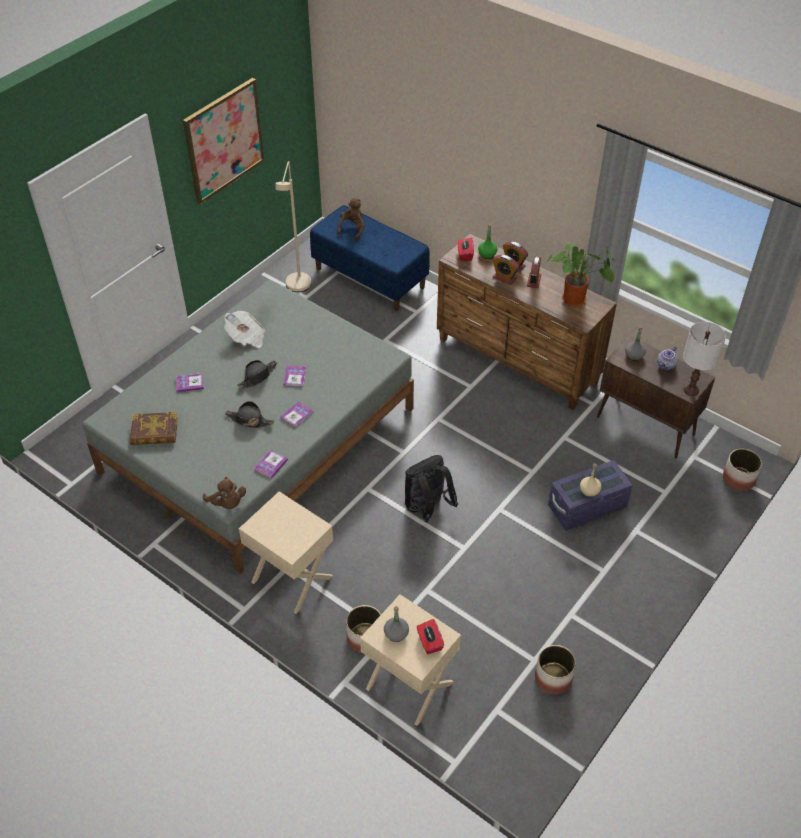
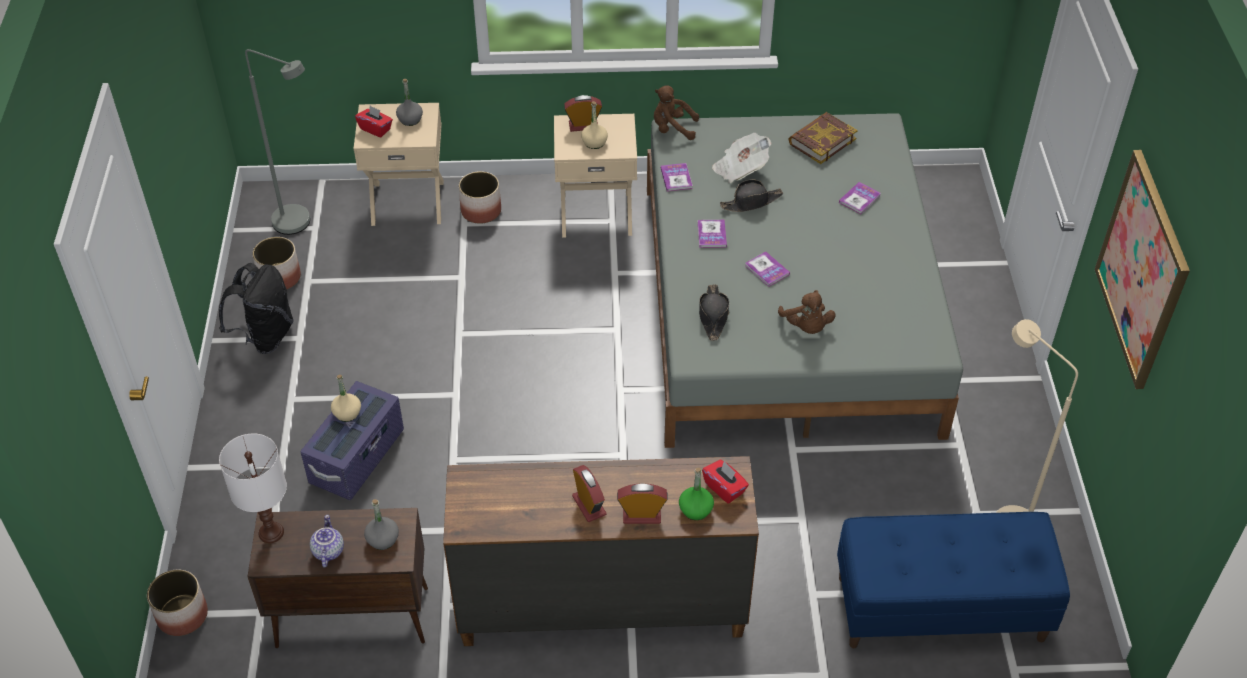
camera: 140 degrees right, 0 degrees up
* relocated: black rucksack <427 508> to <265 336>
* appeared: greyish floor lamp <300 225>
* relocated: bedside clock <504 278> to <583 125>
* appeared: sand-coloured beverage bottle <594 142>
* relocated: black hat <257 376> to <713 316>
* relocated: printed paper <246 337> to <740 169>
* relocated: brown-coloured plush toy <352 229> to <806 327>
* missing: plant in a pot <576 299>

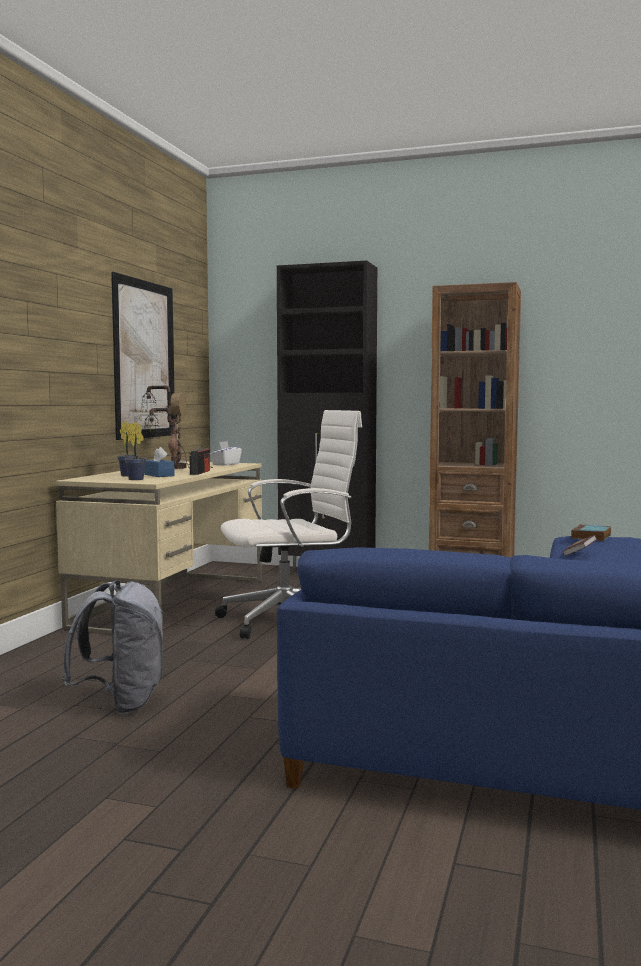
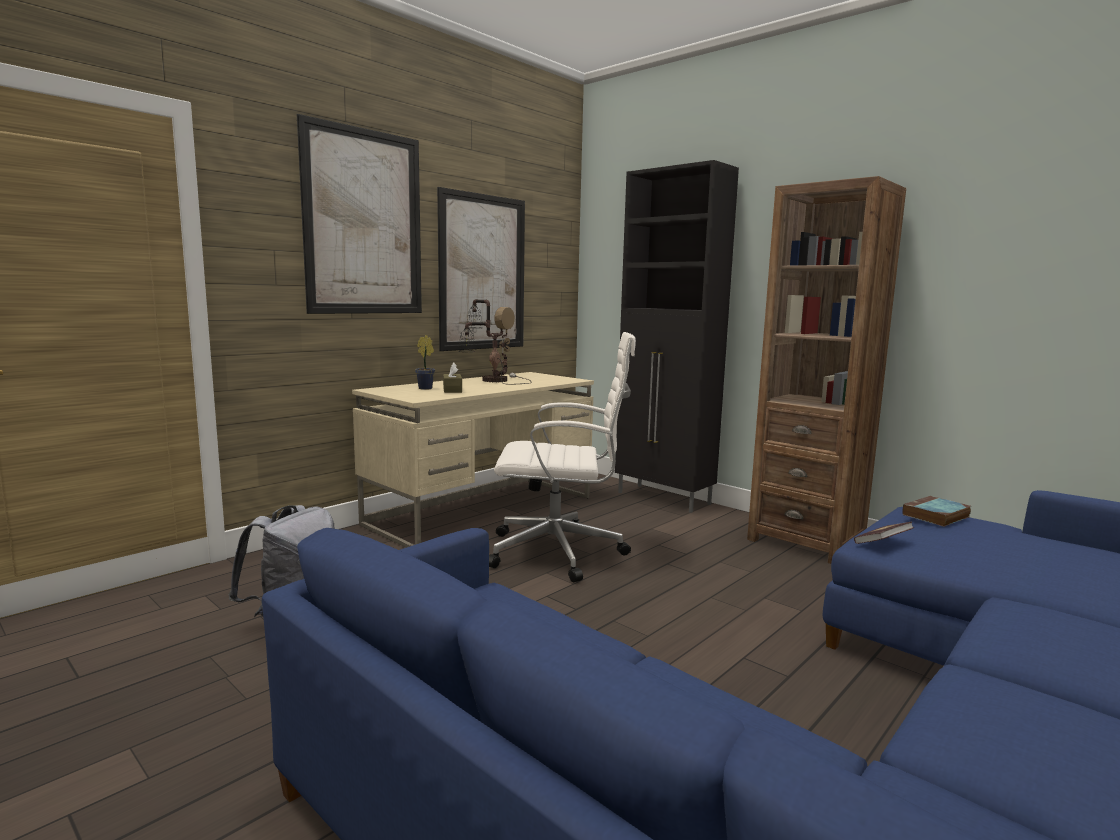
camera: 25 degrees right, 5 degrees up
* appeared: wall art <364 223>
* colour: blue box of tissues <159 475> to brown-coloured box of tissues <452 390>
* missing: plant in a pot <137 479>
* missing: radio <200 472>
* missing: white box of tissues <225 464>

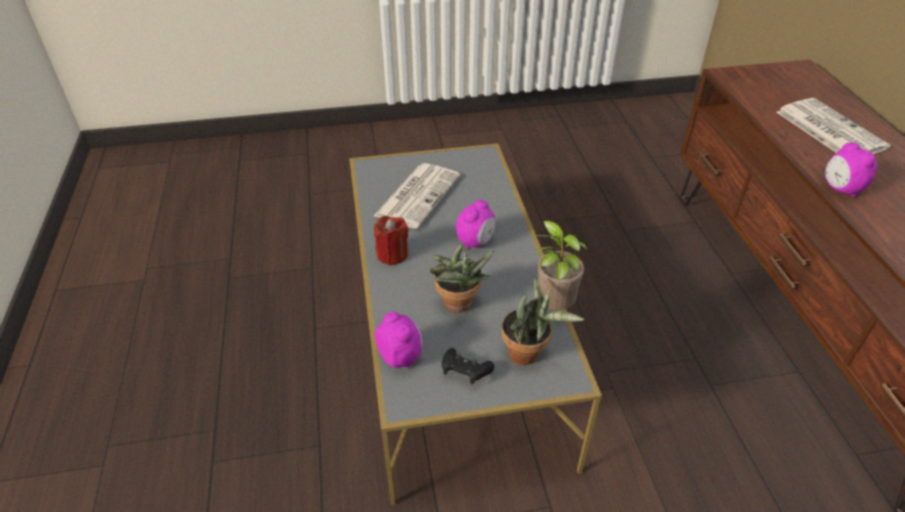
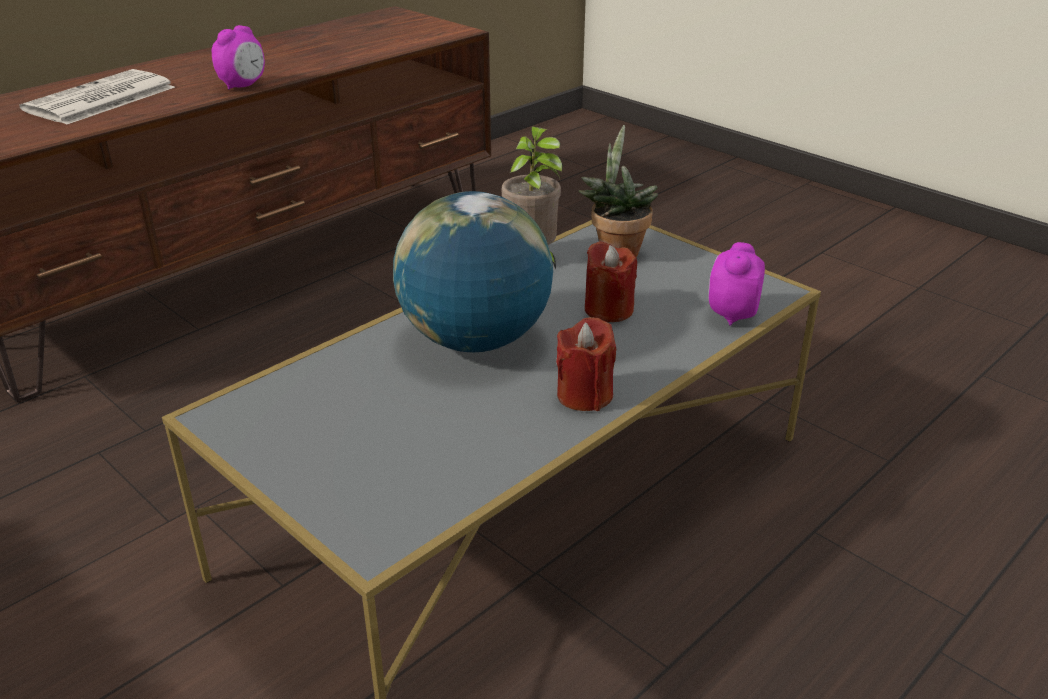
camera: 125 degrees left, 10 degrees down
* exchanged: bedside clock <476 242> to world globe <475 340>
* exchanged: plant in a pot <458 306> to red candle <608 310>
* missing: printed paper <418 195>
* missing: black game controller <465 372>

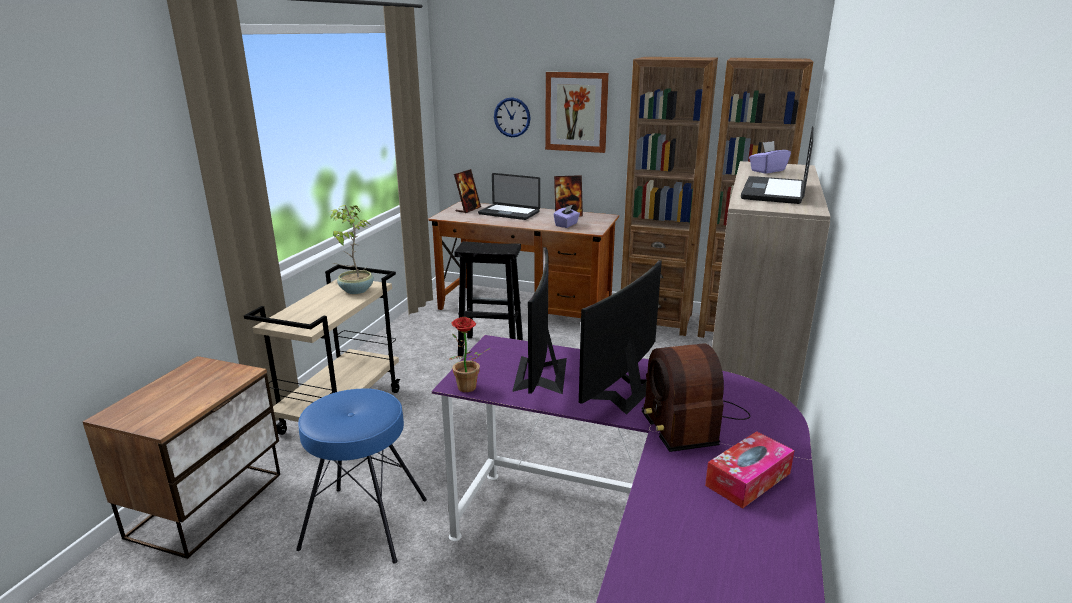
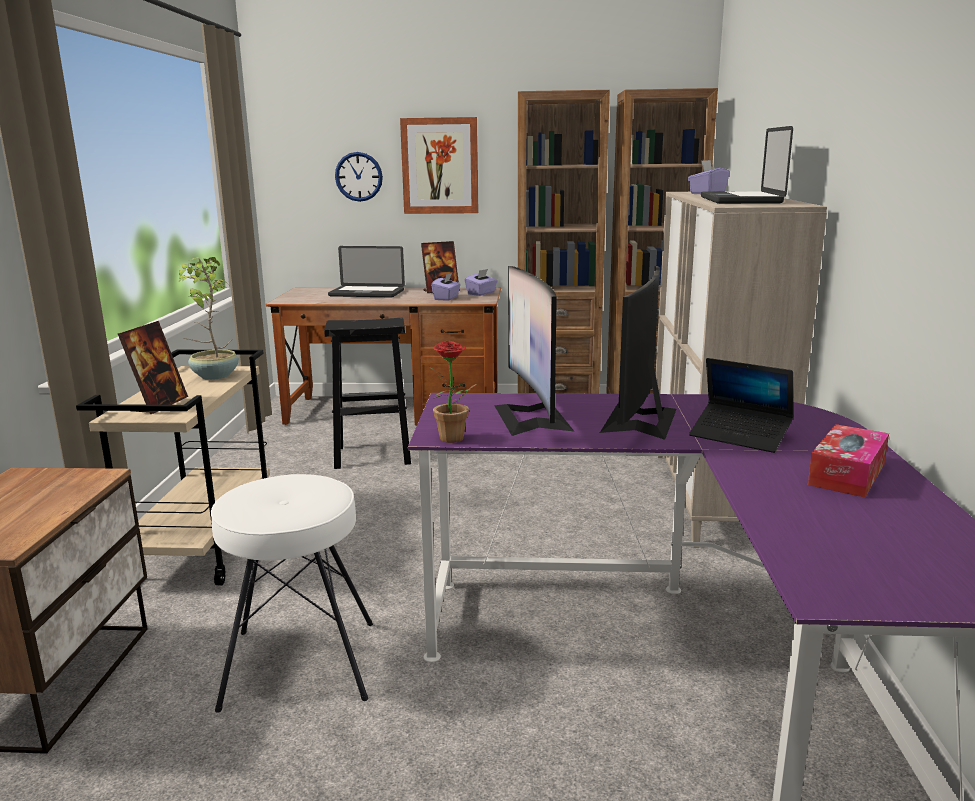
camera: 15 degrees left, 5 degrees down
* relocated: picture frame <468 209> to <159 405>
* colour: blue sitting stool <365 522> to white sitting stool <300 663>
* appeared: purplish box of tissues <481 293>
* exchanged: radio <690 420> to portable computer <740 436>

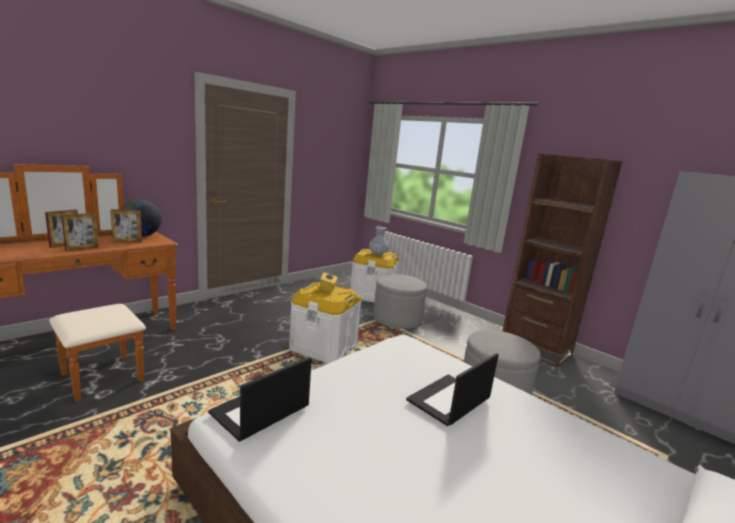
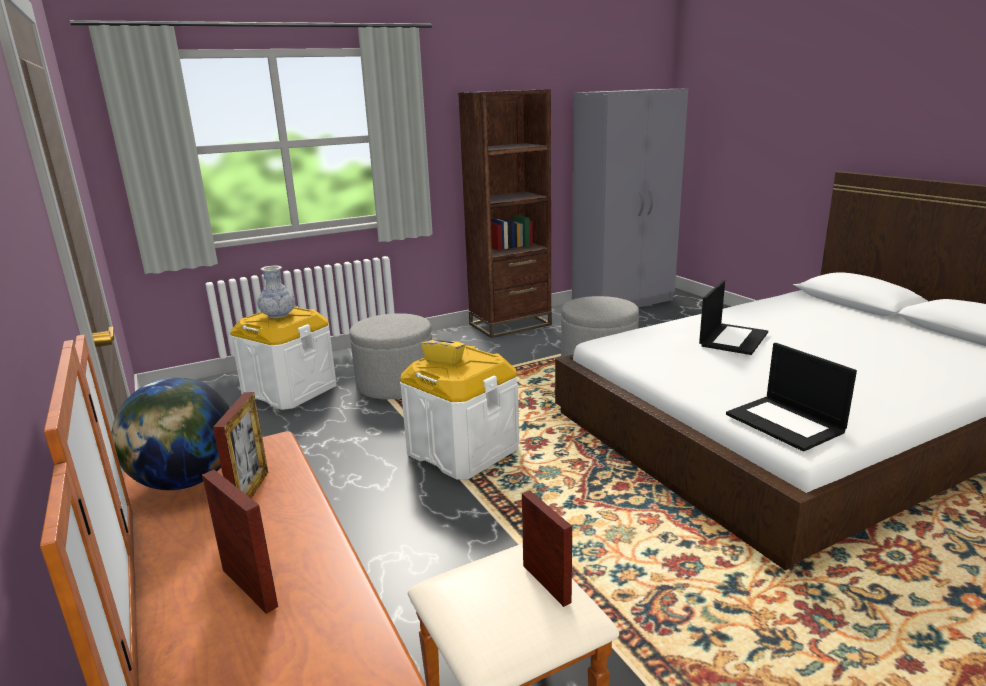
camera: 70 degrees left, 5 degrees up
* relocated: picture frame <82 249> to <546 583>
* spun: portable computer <449 400> = <733 339> 120 degrees counterclockwise

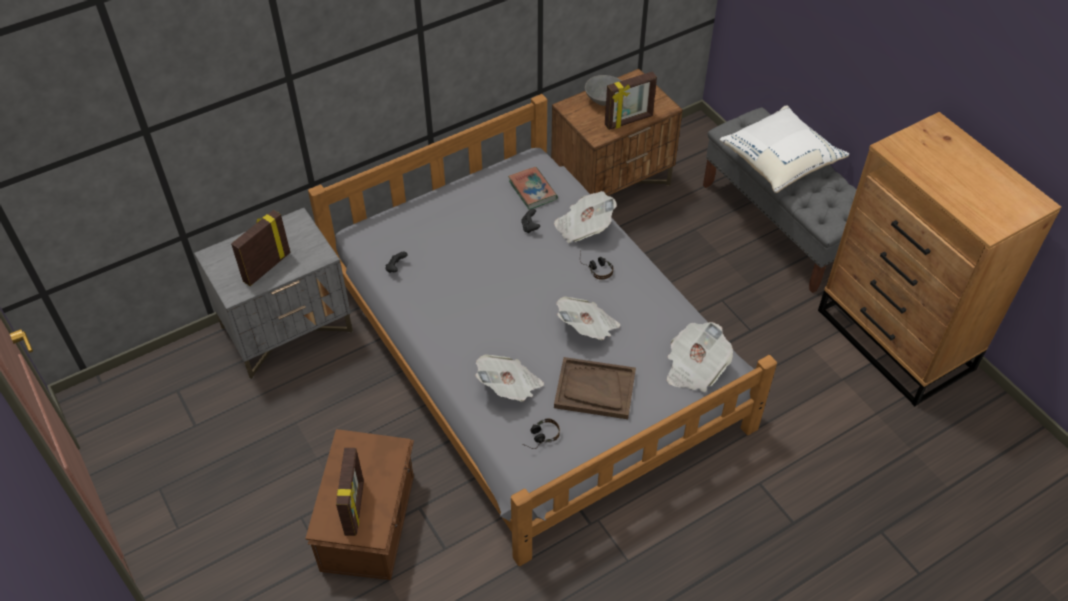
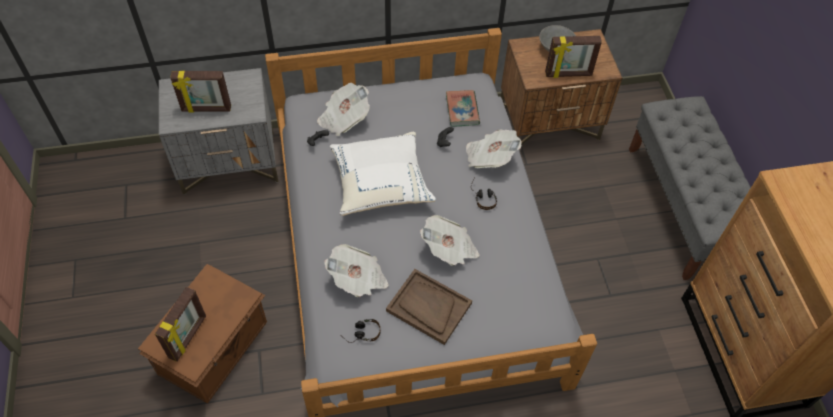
camera: 20 degrees right, 5 degrees up
* spun: picture frame <266 267> = <206 109> 150 degrees counterclockwise
* relocated: printed paper <694 368> to <344 118>
* relocated: white throw pillow <779 162> to <381 183>

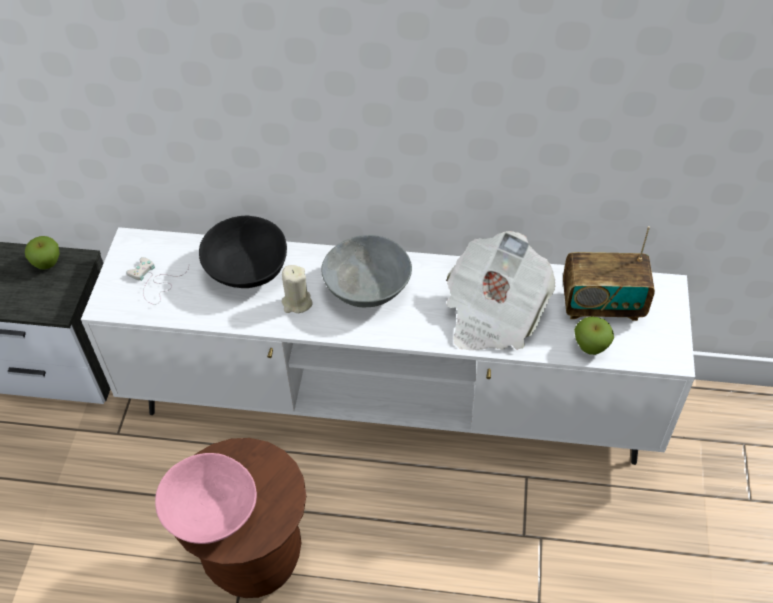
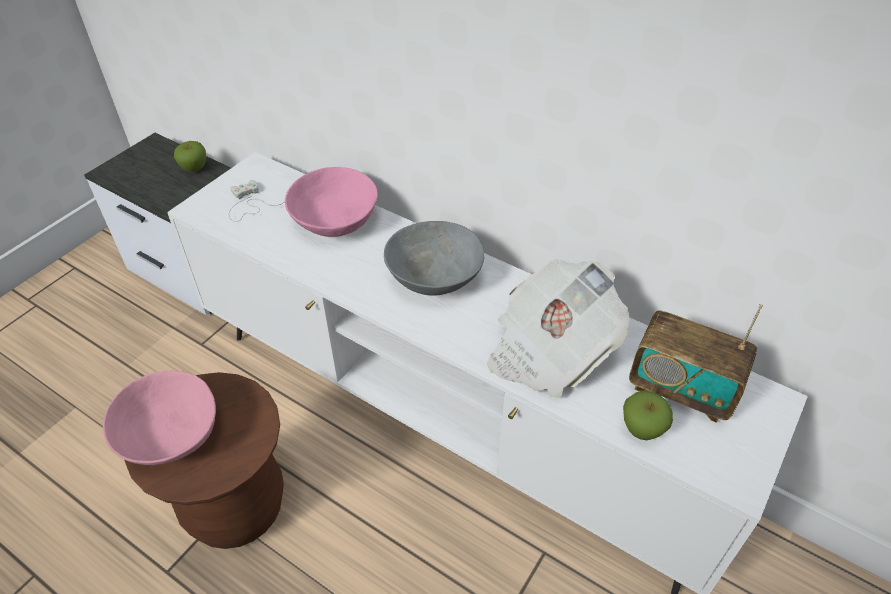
camera: 25 degrees right, 5 degrees down
* colour: black bowl <246 269> to pinkish bowl <334 221>
* missing: sand-coloured candle <297 303>

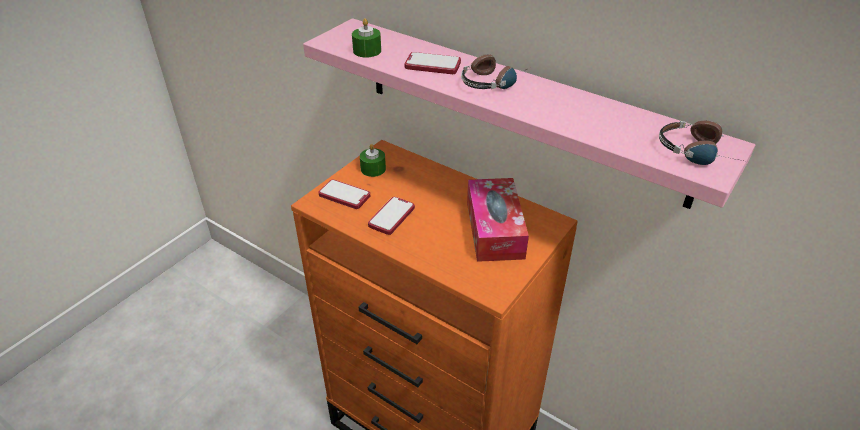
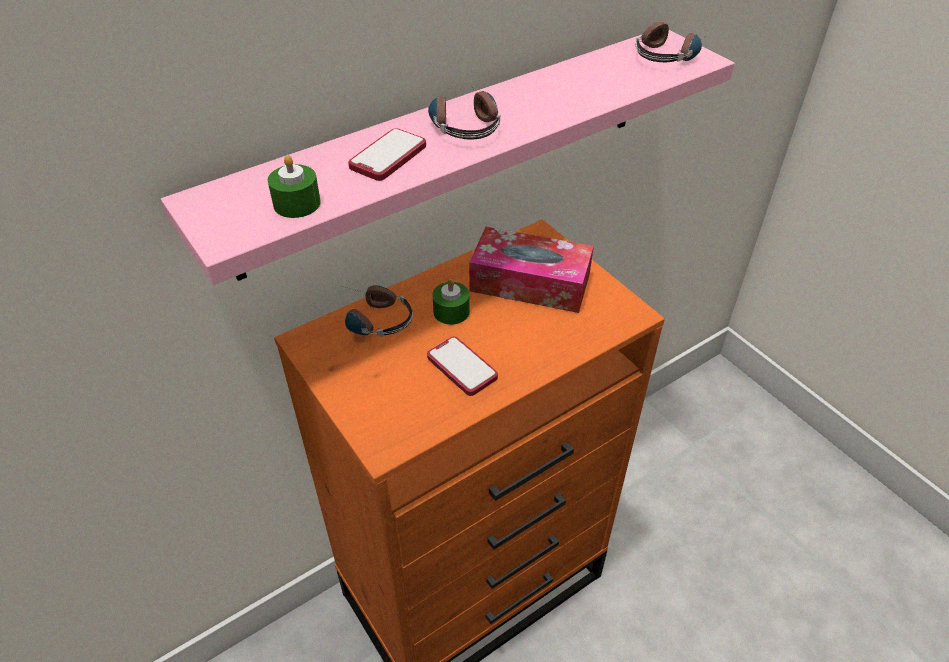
camera: 70 degrees left, 5 degrees up
* appeared: pair of headphones <371 318>
* relocated: green candle <373 169> to <451 311>
* missing: phone <344 195>

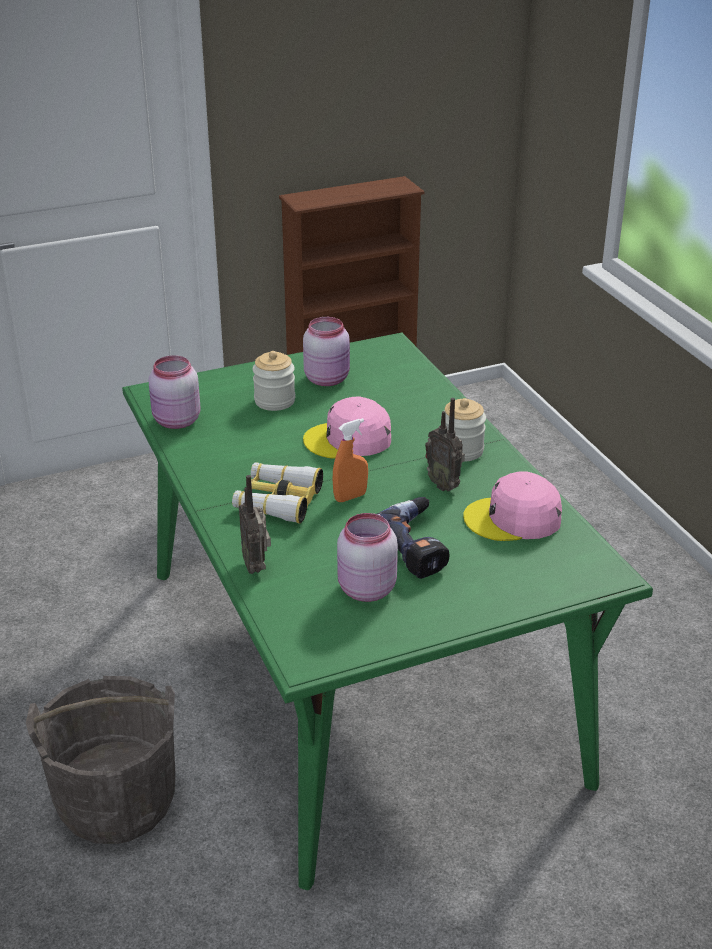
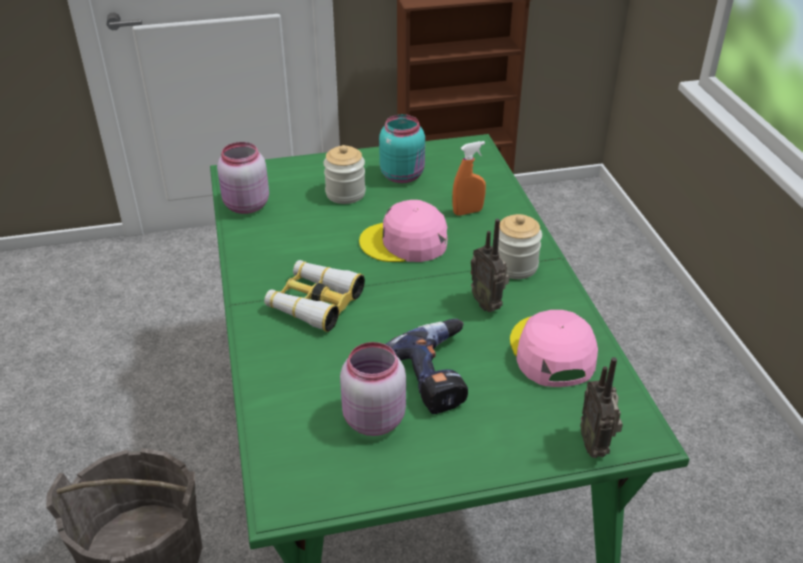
camera: 10 degrees right, 5 degrees up
* colour: pinkish storage jar <328 379> to blue-green storage jar <403 175>
* relocated: orange spray bottle <350 497> to <468 212>
* spun: pinkish baseball cap <513 519> = <551 352> 75 degrees clockwise
* relocated: radio <256 566> to <595 445>

